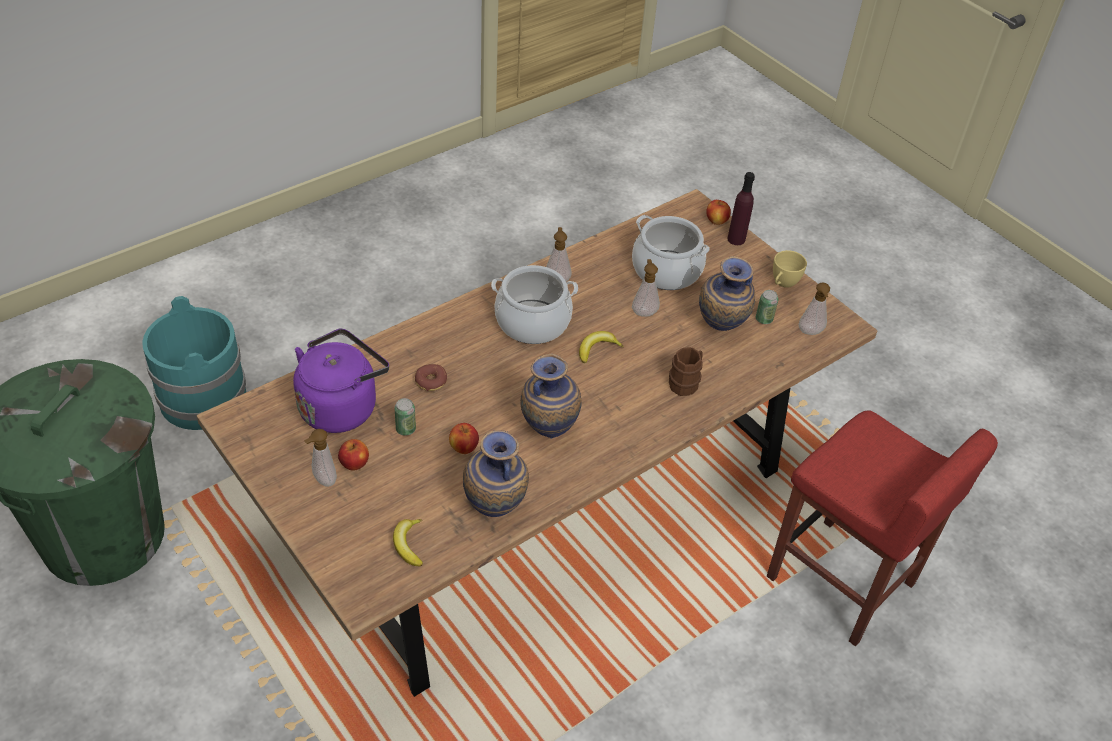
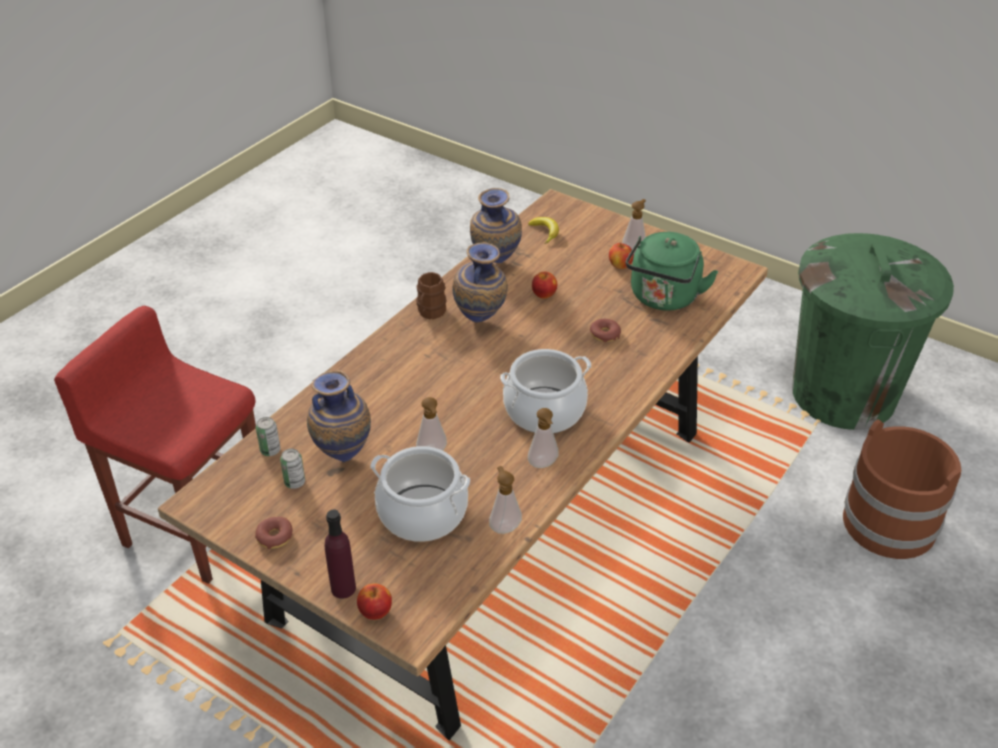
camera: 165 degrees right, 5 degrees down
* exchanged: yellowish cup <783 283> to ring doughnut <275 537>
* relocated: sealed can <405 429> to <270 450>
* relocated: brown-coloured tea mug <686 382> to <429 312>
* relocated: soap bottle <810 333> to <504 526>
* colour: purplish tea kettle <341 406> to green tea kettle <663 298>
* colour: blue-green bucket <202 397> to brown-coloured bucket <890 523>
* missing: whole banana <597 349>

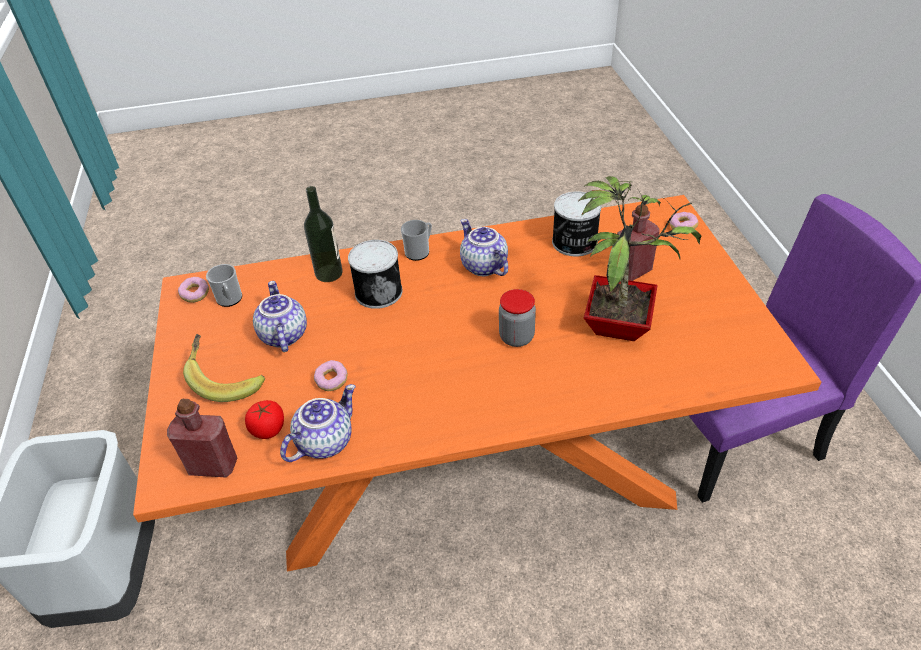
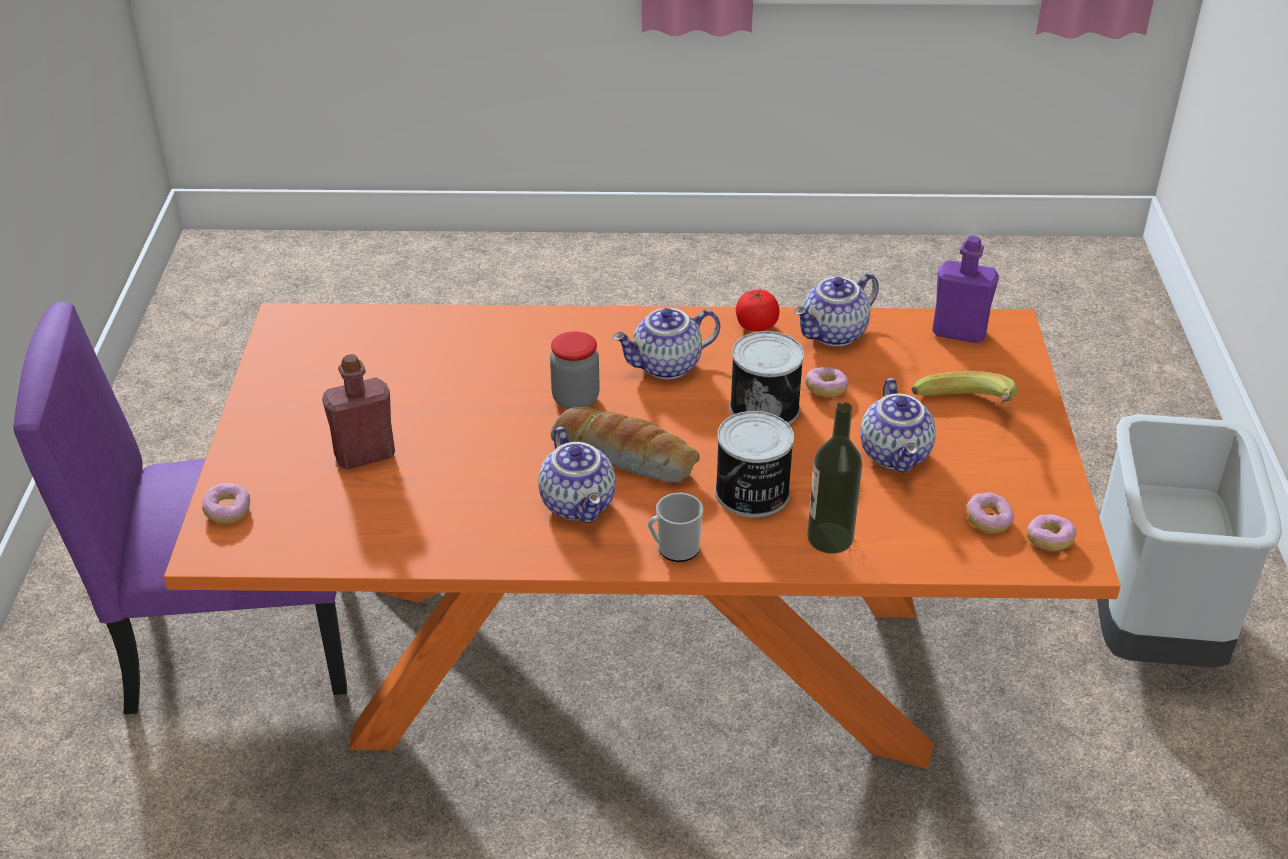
camera: 170 degrees left, 5 degrees down
* appeared: bakery bread <625 457>
* appeared: pot for tea <667 367>
* relocated: sealed can <574 243> to <765 407>
* relocated: fresh tomato <268 429> to <756 326>
* colour: red beverage bottle <213 465> to purplish beverage bottle <959 332>
* exchanged: tea mug <230 300> to ring doughnut <988 521>
* missing: plant in a pot <618 323>

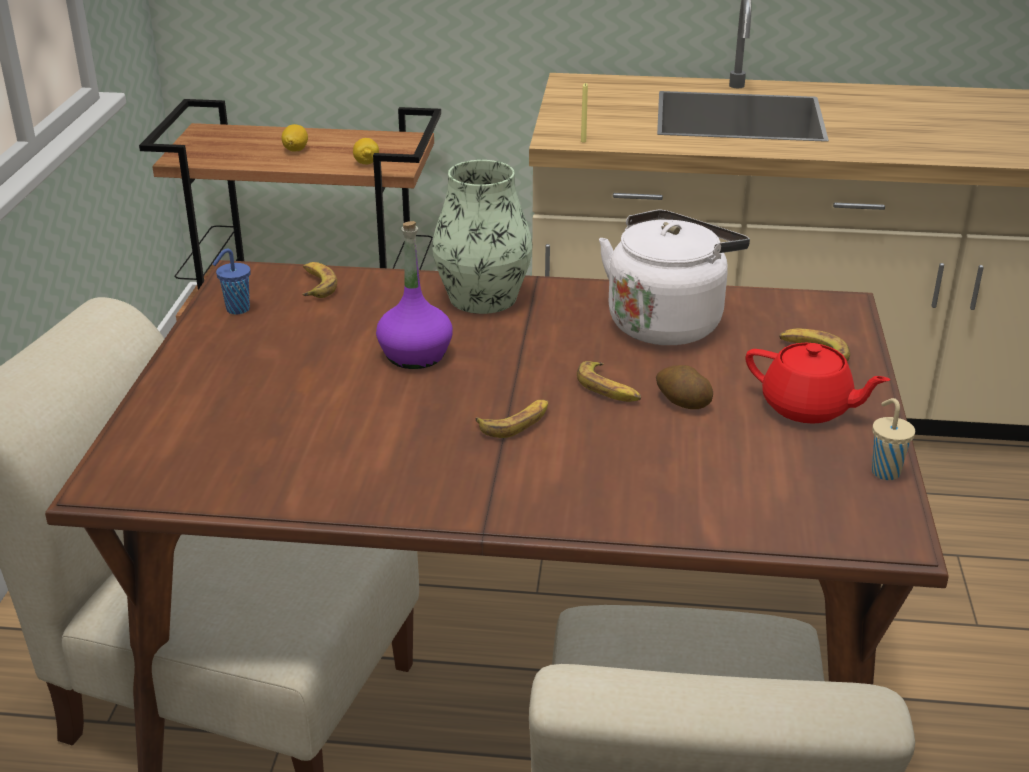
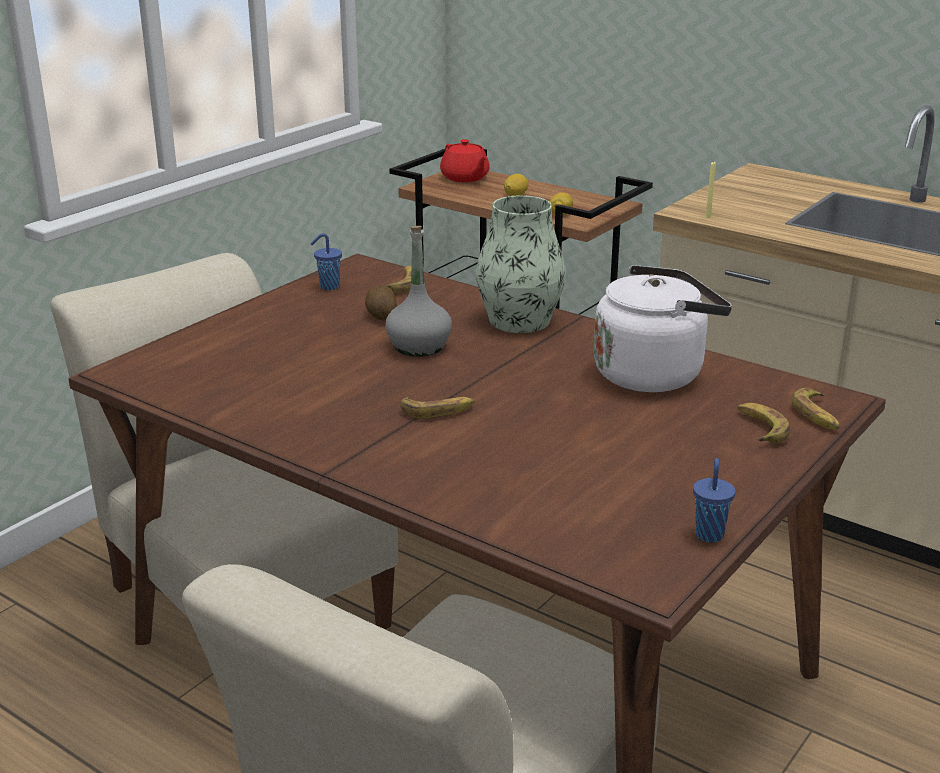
camera: 30 degrees right, 5 degrees down
* relocated: whole potato <682 402> to <381 315>
* colour: purplish beverage bottle <415 355> to greyish beverage bottle <418 346>
* relocated: red pot for tea <808 408> to <465 178>
* colour: sand-coloured cup <884 471> to blue cup <709 533>
* relocated: whole banana <608 389> to <817 415>

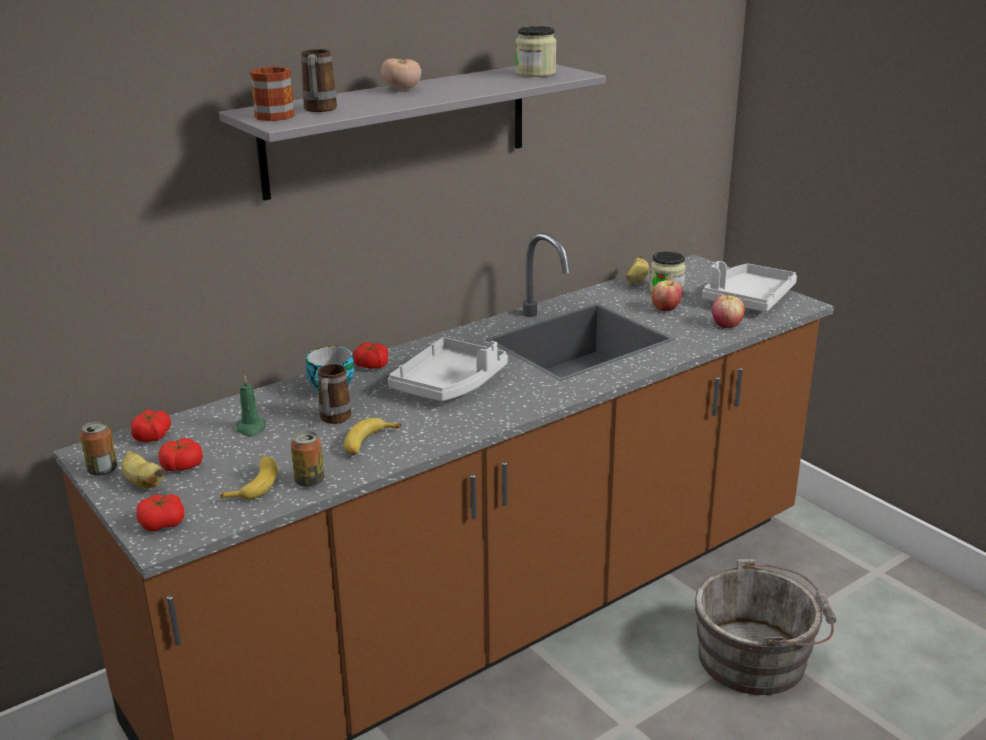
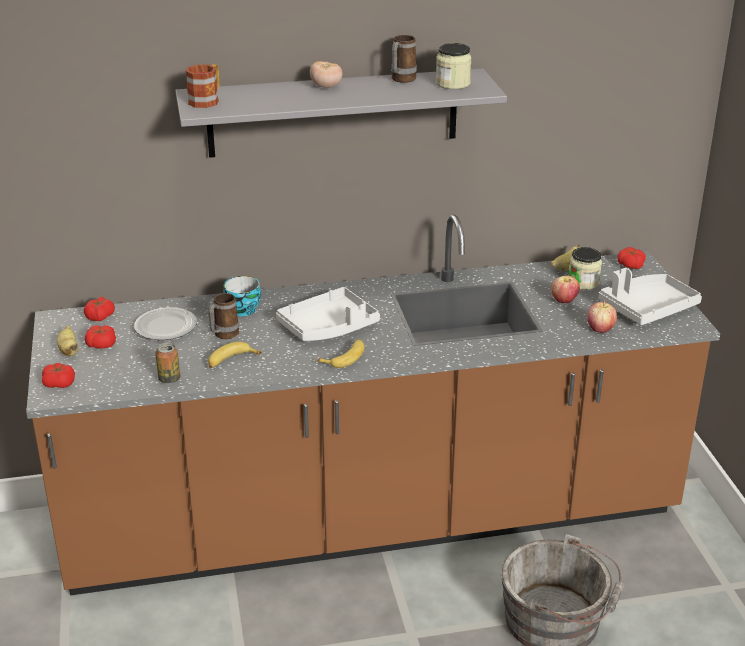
camera: 25 degrees right, 5 degrees up
* exchanged: green candle <251 428> to dinner plate <165 327>
* relocated: whole banana <254 484> to <345 357>
* relocated: tea mug <319 110> to <401 80>
* relocated: fresh tomato <371 365> to <630 265>
* missing: sealed can <103 470>

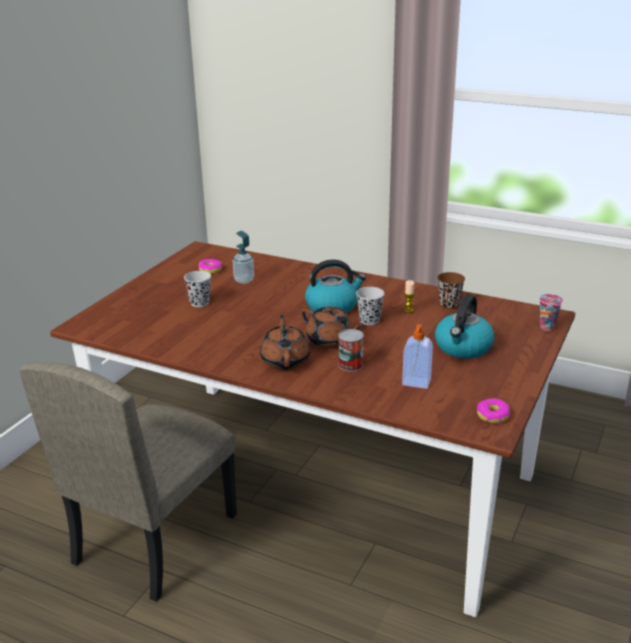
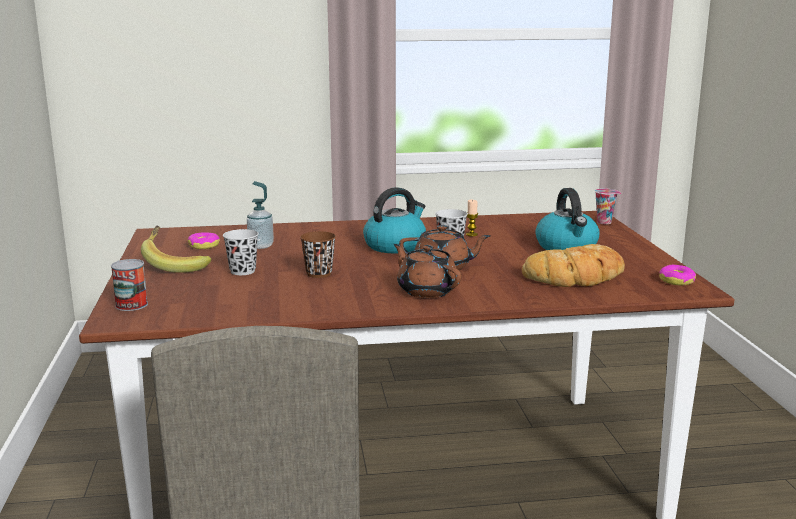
camera: 35 degrees left, 10 degrees down
* relocated: sealed can <350 365> to <131 305>
* appeared: whole banana <176 265>
* relocated: brown-coloured cup <449 305> to <319 274>
* exchanged: soap bottle <416 383> to bakery bread <576 277>

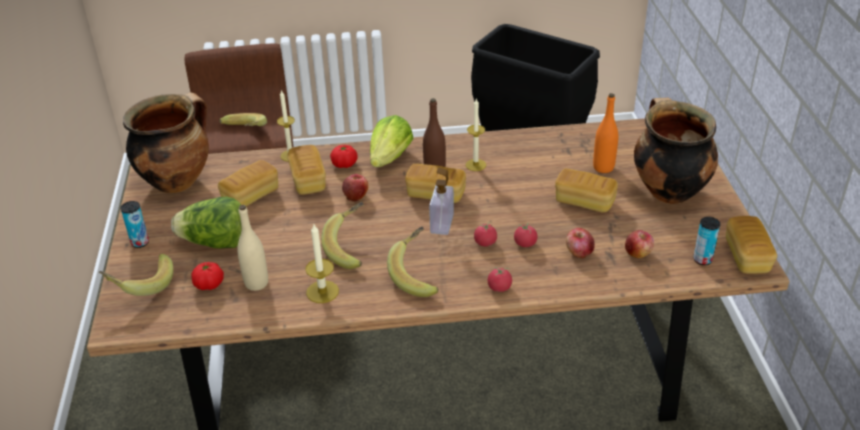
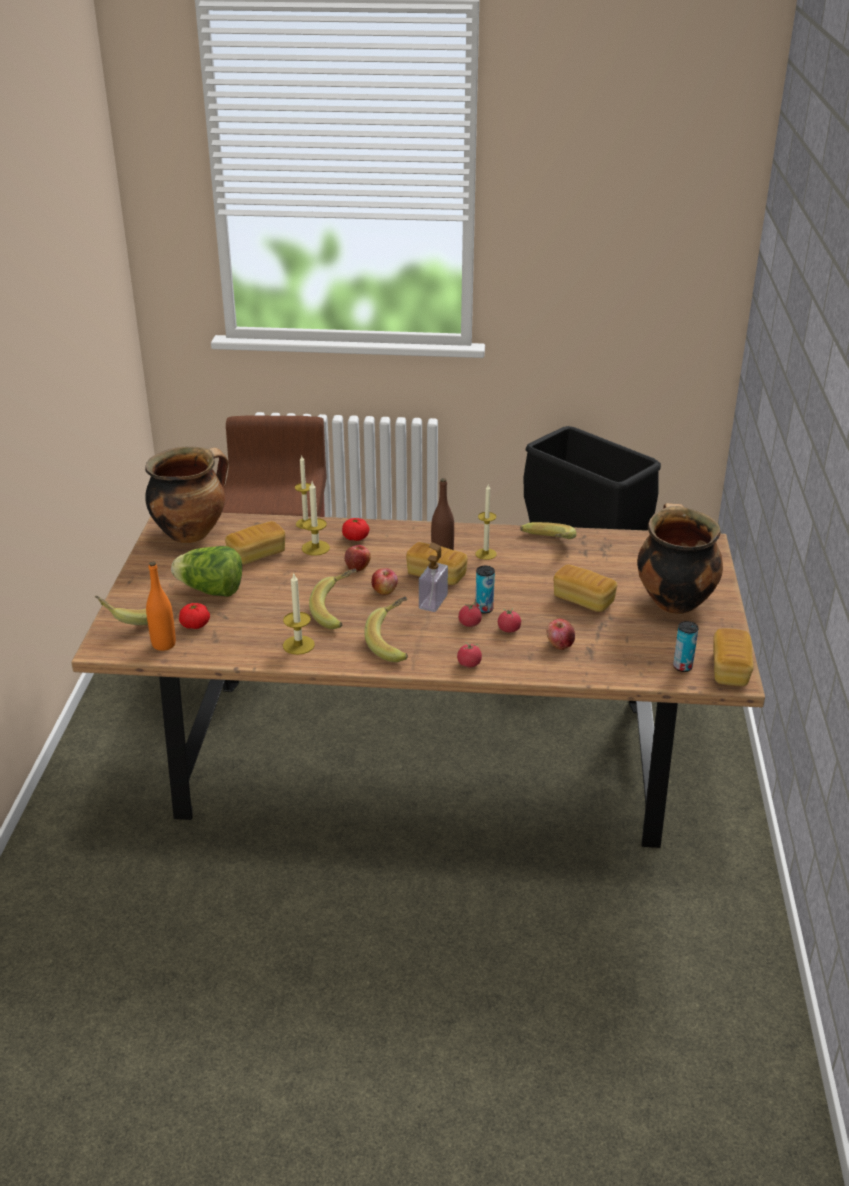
camera: 10 degrees right, 5 degrees down
* relocated: orange beverage bottle <603 167> to <164 644>
* exchanged: bakery bread <308 180> to candle <315 548>
* relocated: apple <638 253> to <385 590>
* relocated: sealed can <140 242> to <484 609>
* relocated: whole banana <243 134> to <546 545>
* missing: sand-coloured beverage bottle <256 283>
* missing: head of lettuce <390 158>

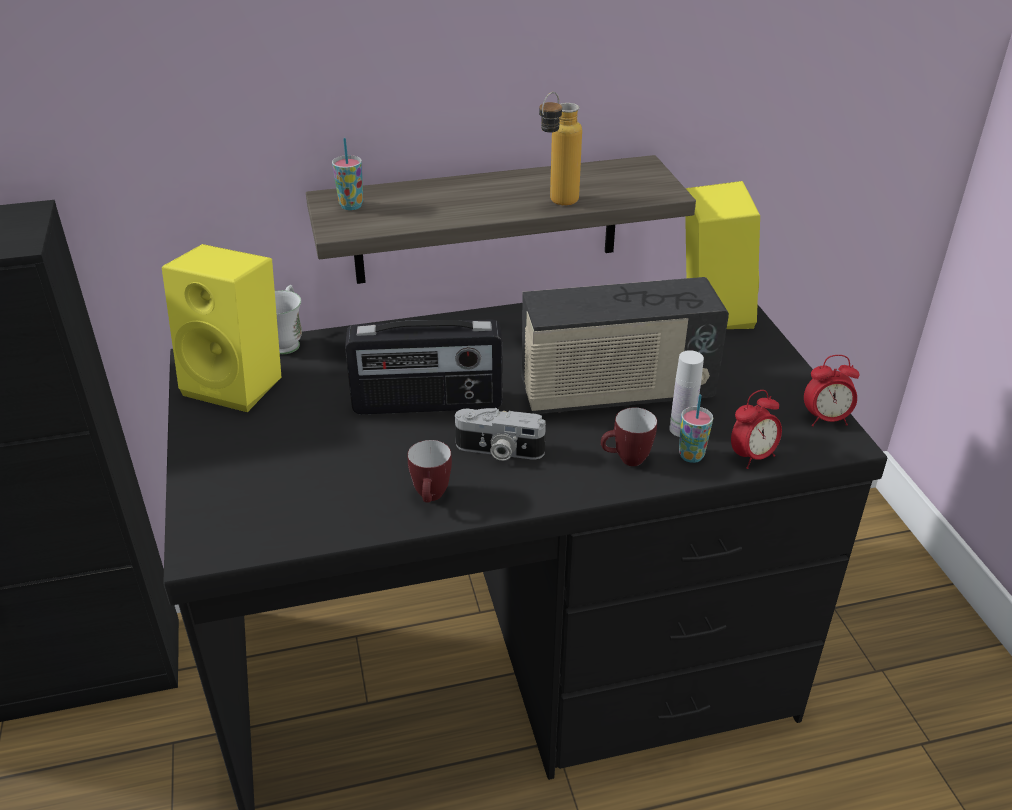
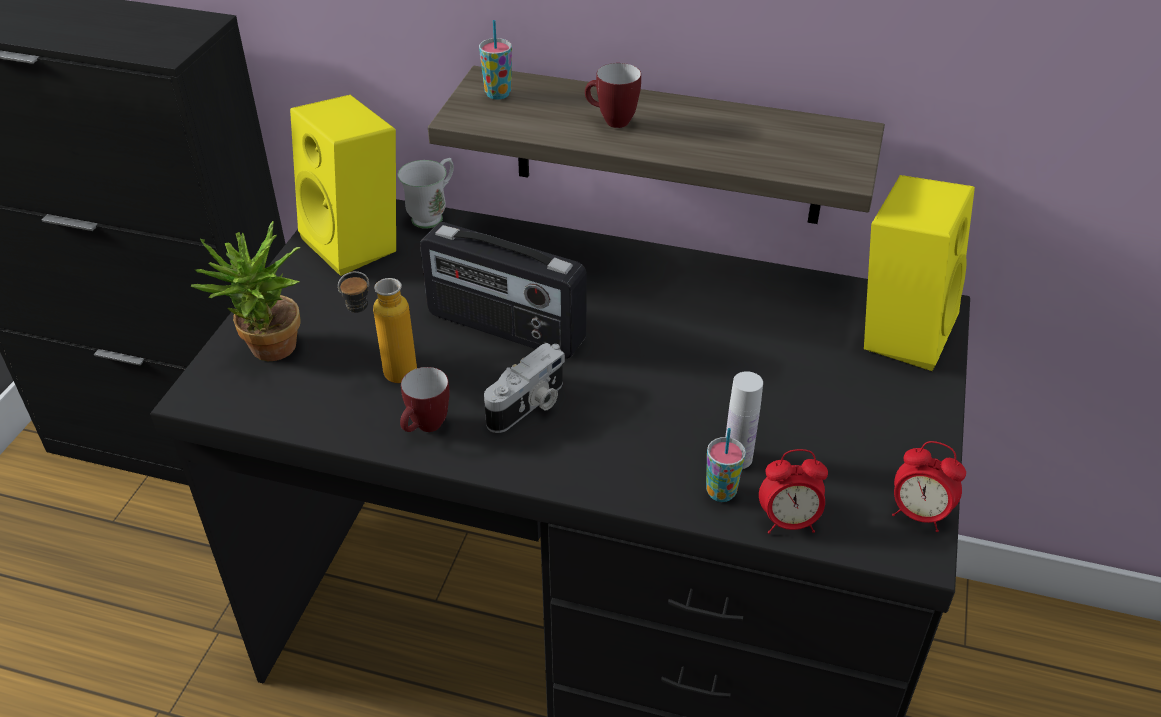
camera: 30 degrees right, 5 degrees up
* appeared: plant in a pot <267 352>
* relocated: beverage bottle <556 204> to <386 376>
* spun: photo camera <499 451> = <529 406> 90 degrees counterclockwise
* relocated: tea mug <626 460> to <611 121>
* missing: radio <615 393>

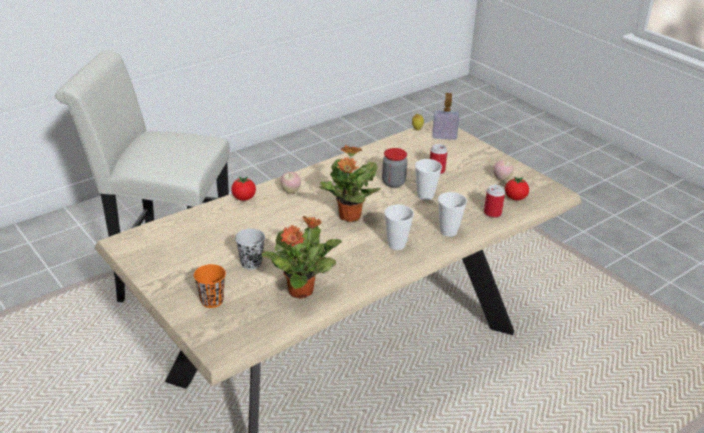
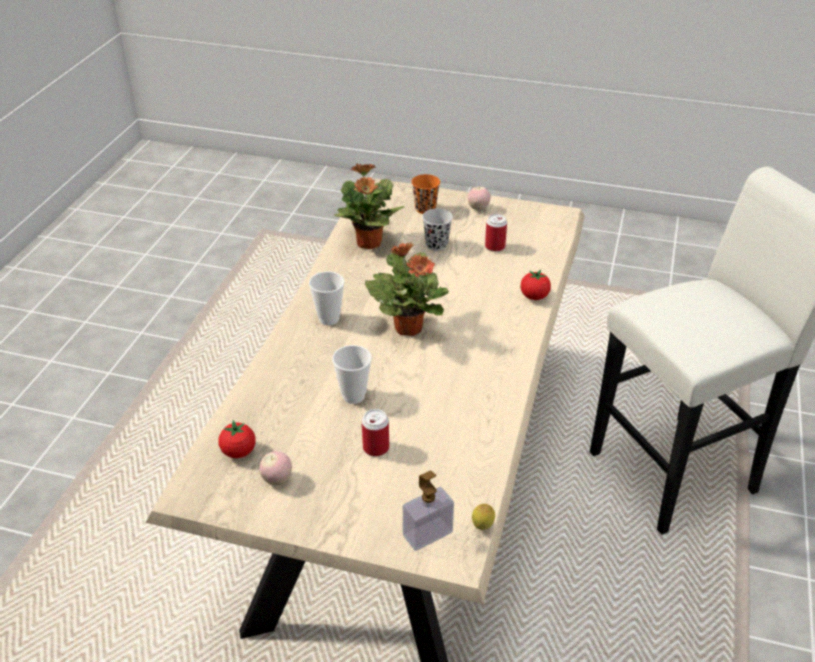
camera: 145 degrees right, 5 degrees up
* relocated: apple <290 191> to <478 208>
* relocated: sealed can <492 213> to <495 246>
* missing: storage jar <393 183>
* missing: cup <448 231>

